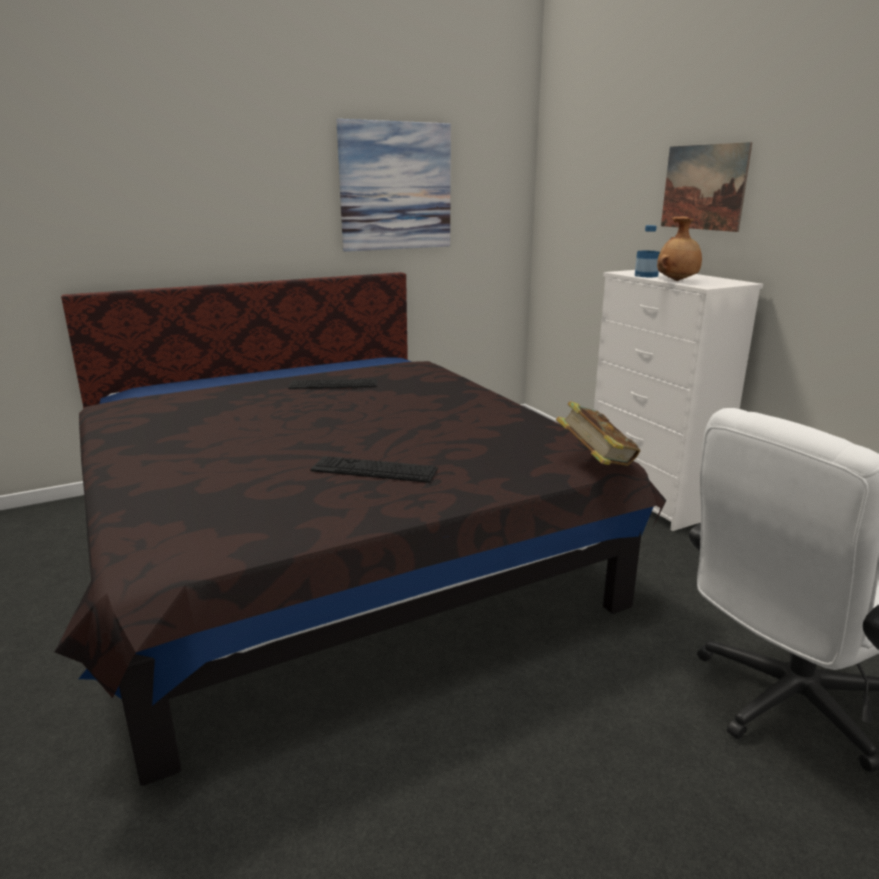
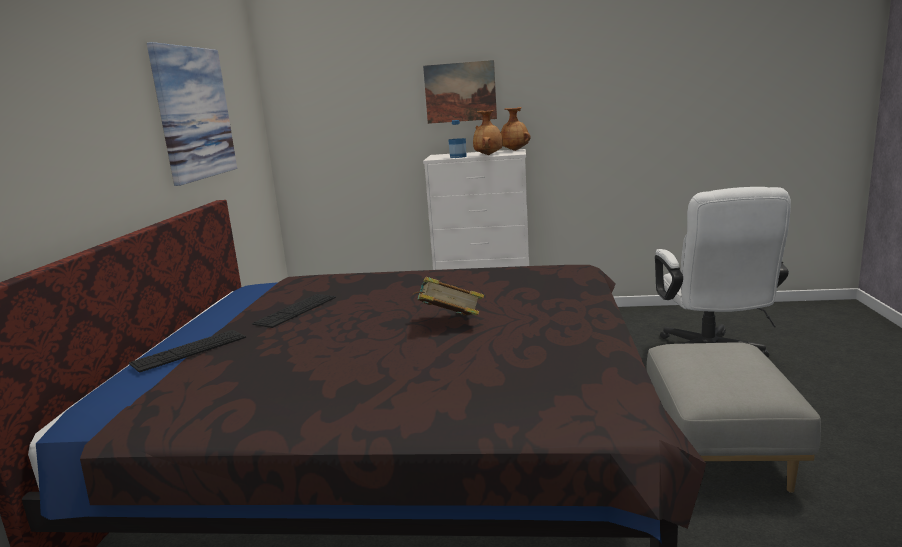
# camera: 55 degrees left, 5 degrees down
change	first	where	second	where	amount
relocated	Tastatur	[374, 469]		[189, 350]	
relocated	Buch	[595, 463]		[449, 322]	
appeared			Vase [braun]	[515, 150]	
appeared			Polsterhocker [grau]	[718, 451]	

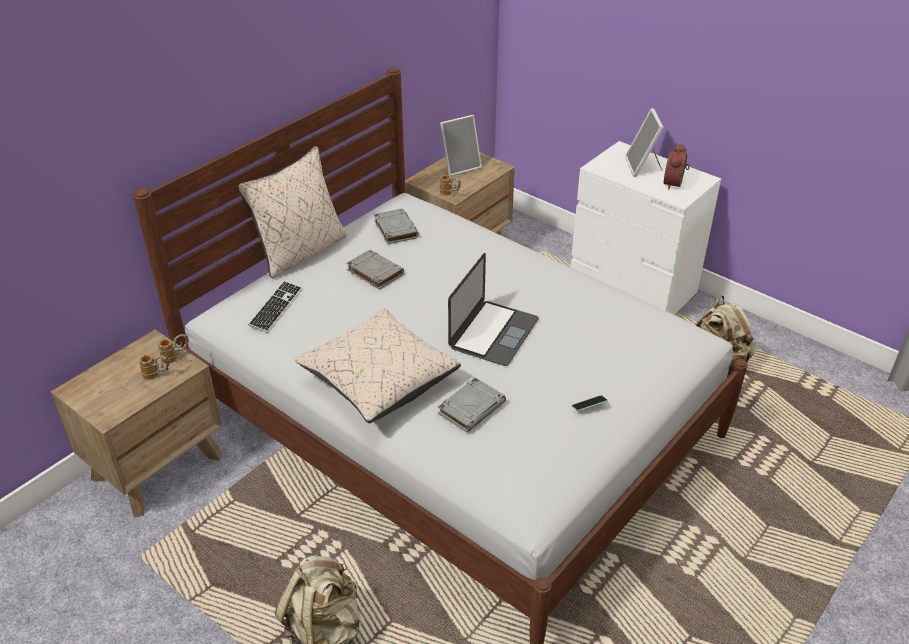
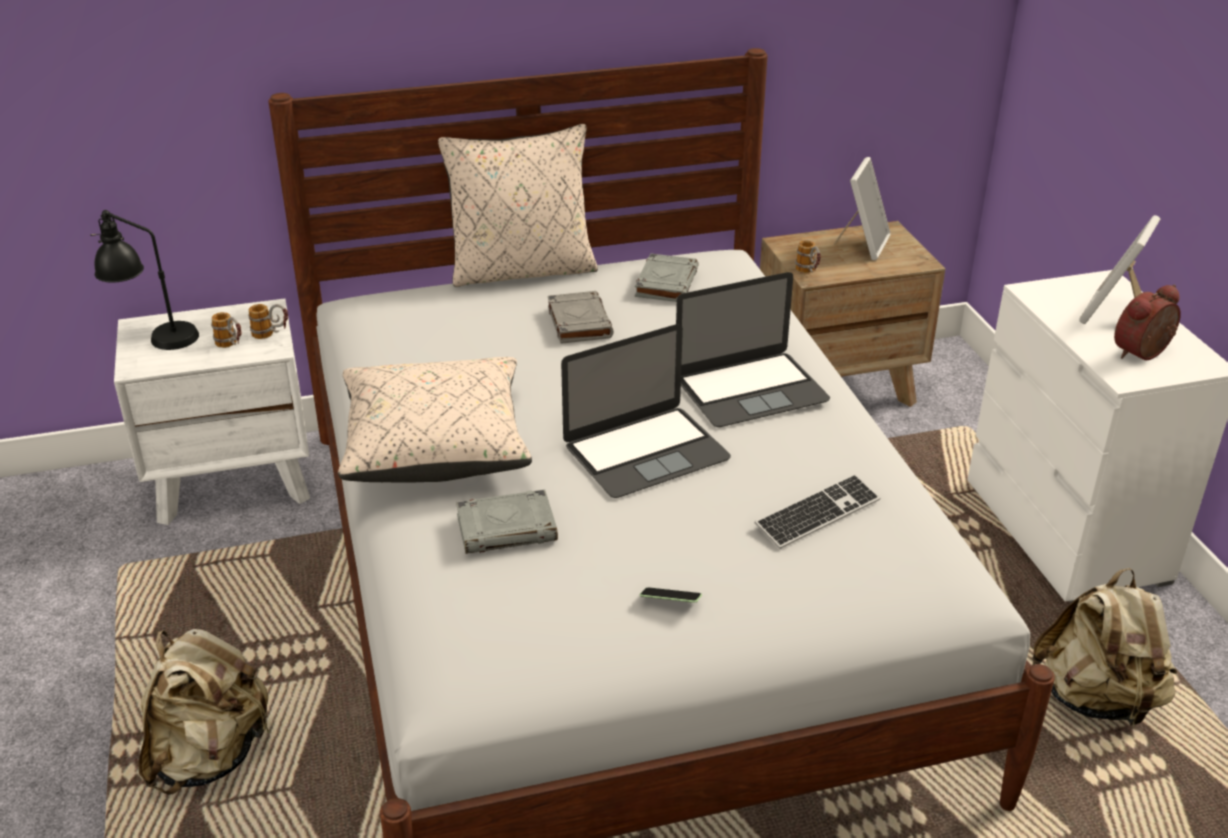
# camera: 35 degrees right, 5 degrees down
change	first	where	second	where	amount
appeared			Tischlampe [schwarz]	[154, 337]	
colour	Nachttisch [braun]	[157, 466]	Nachttisch [weiß]	[233, 480]	
appeared			Laptop	[751, 389]	
relocated	Tastatur	[276, 308]		[817, 514]	
spun	Bilderrahmen	[460, 166]		[862, 244]	75 degrees counterclockwise

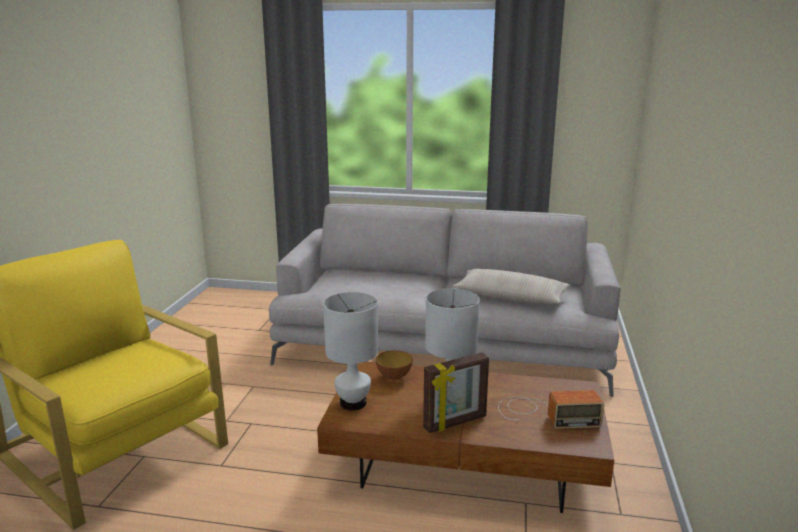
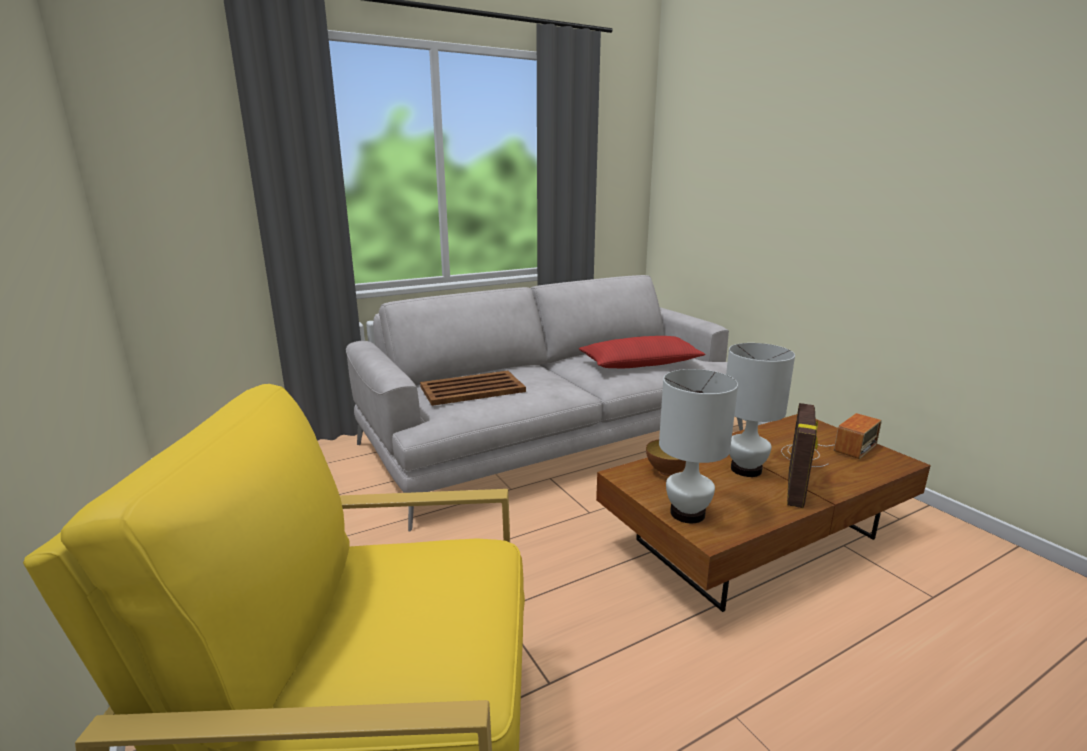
# camera: 40 degrees left, 0 degrees up
change	first	where	second	where	amount
appeared			Tablett [braun]	[473, 389]	
colour	Kissen [beige]	[510, 297]	Kissen [rot]	[640, 364]	

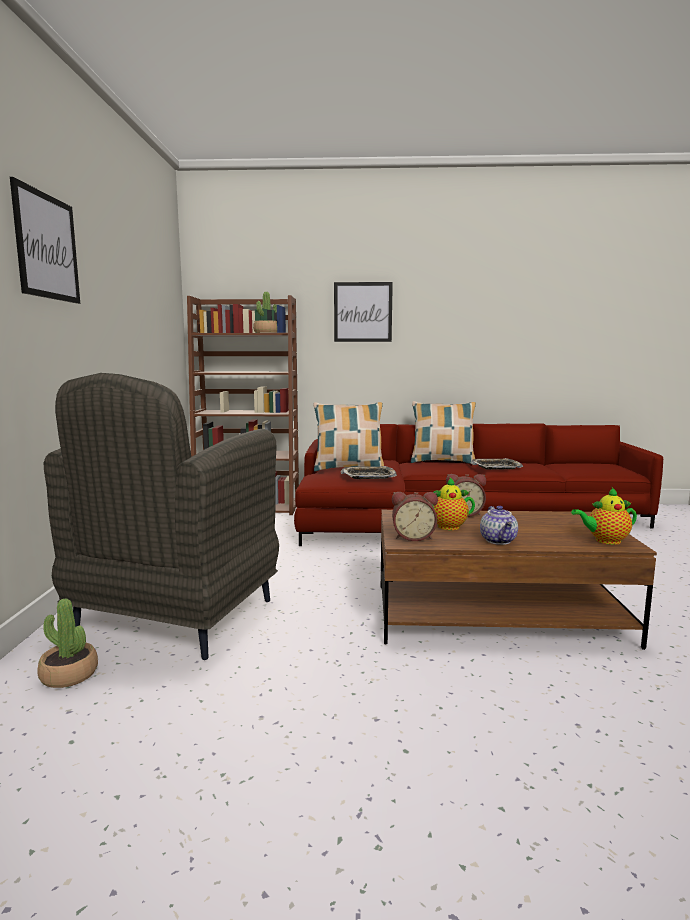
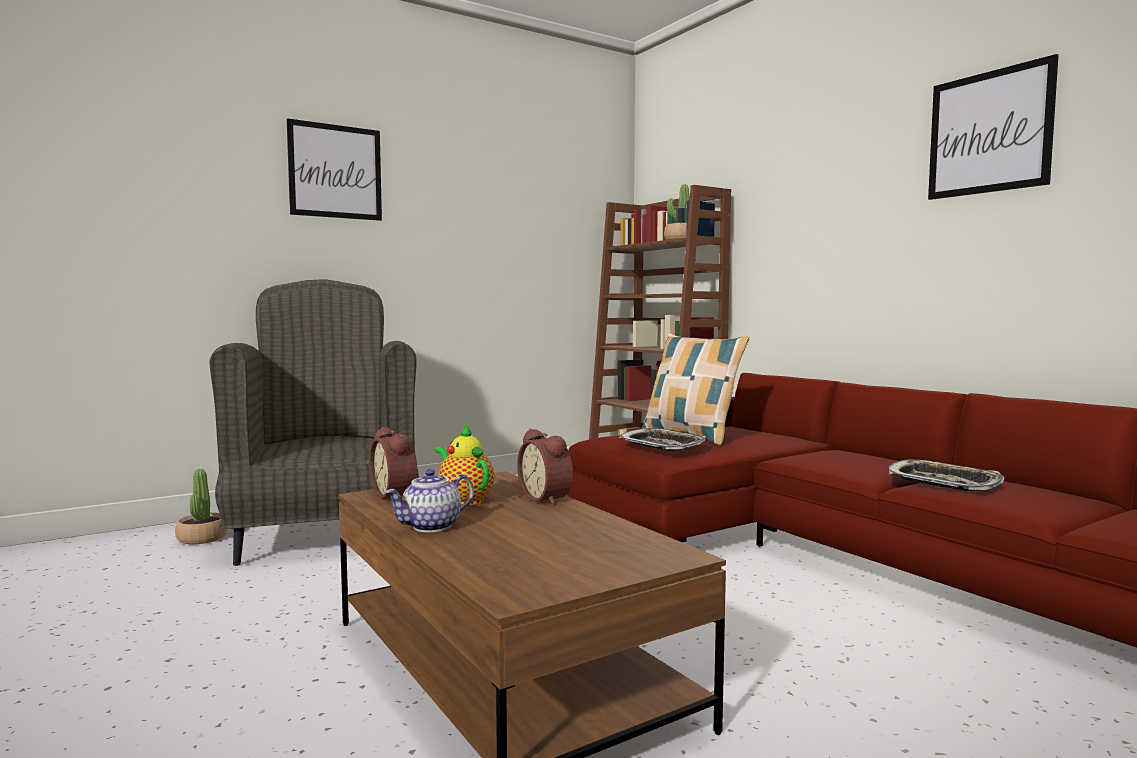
# camera: 55 degrees right, 5 degrees down
change	first	where	second	where	amount
spun	Sessel [grau]	[175, 618]		[327, 535]	90 degrees clockwise
relocated	Bild	[363, 312]		[989, 132]	
missing	Kissen	[442, 461]			
missing	Teekanne	[605, 540]			

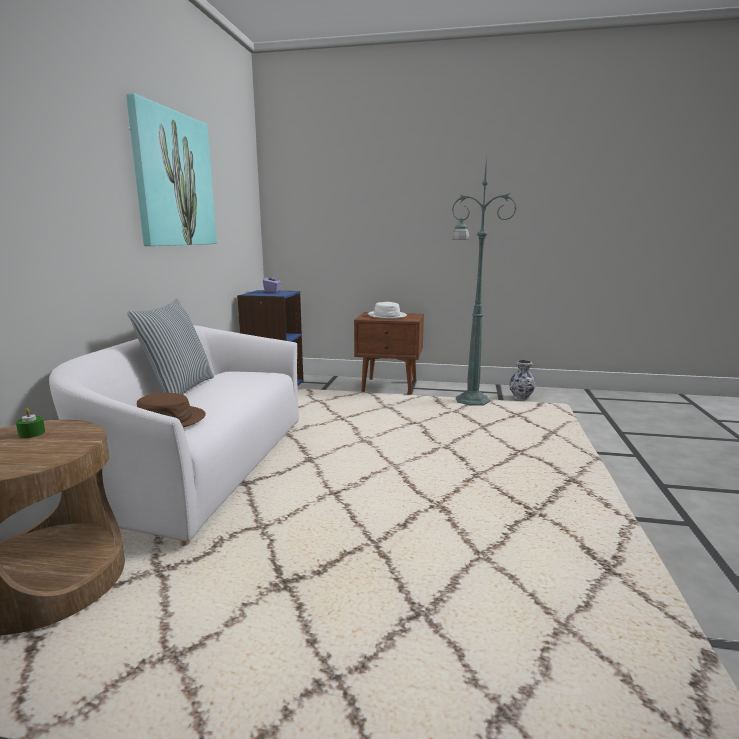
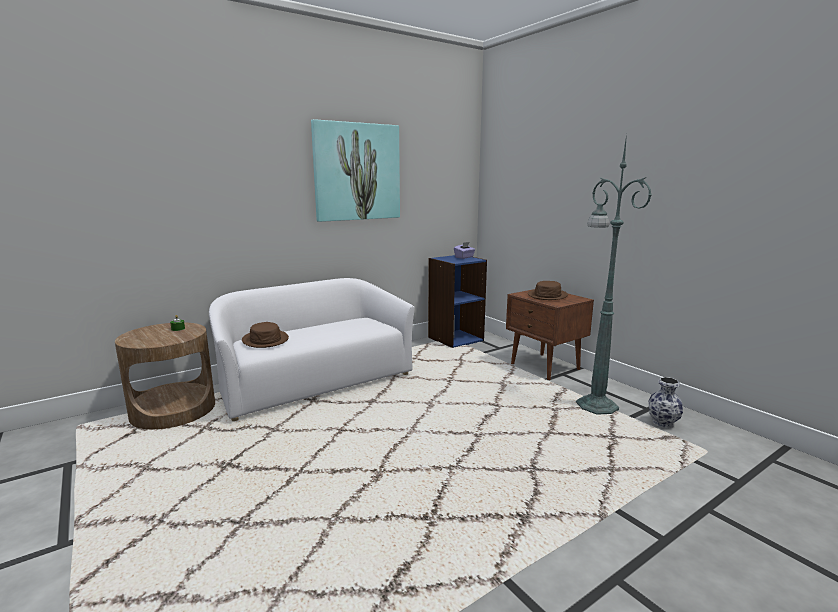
# camera: 45 degrees right, 0 degrees up
change	first	where	second	where	amount
colour	Hut [weiß]	[387, 316]	Hut [braun]	[547, 295]	
missing	Kissen	[179, 390]			

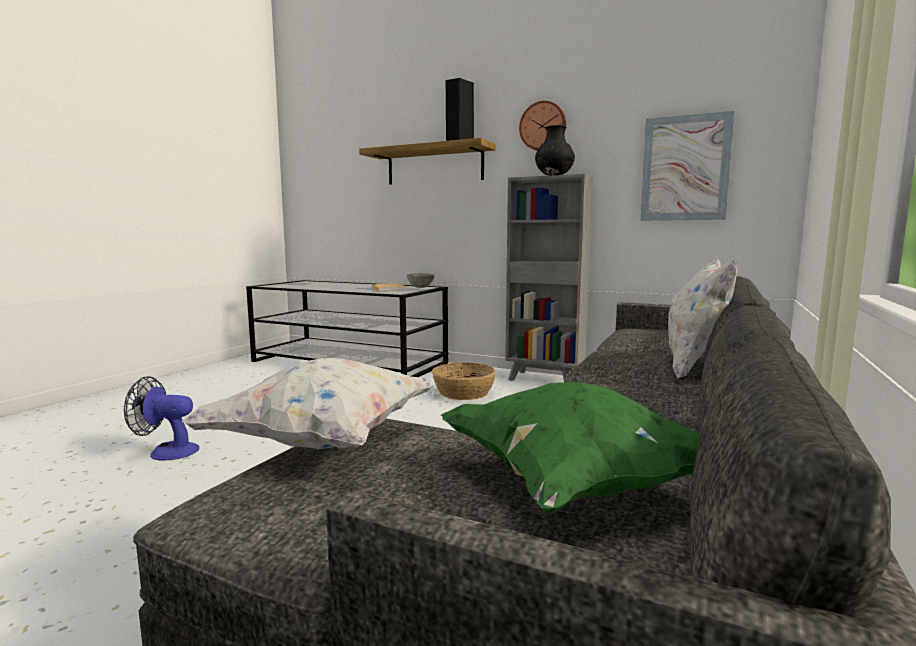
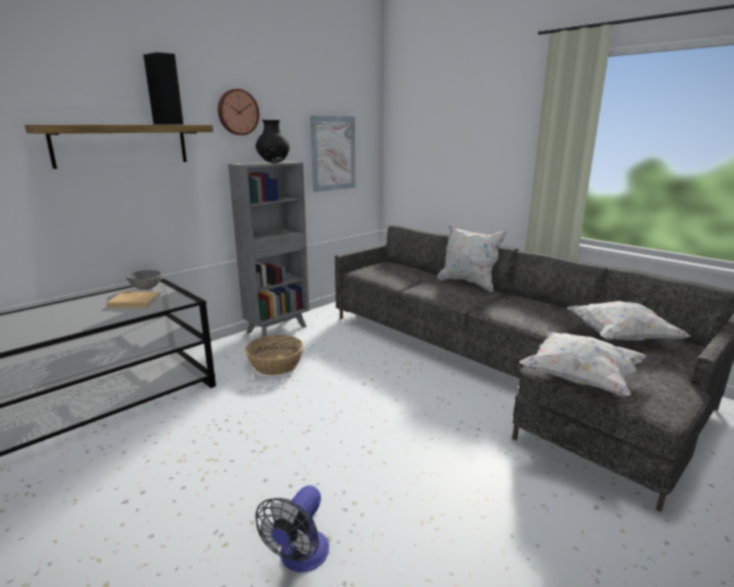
# camera: 70 degrees left, 10 degrees up
change	first	where	second	where	amount
colour	Kissen [grün]	[574, 483]	Kissen [weiß]	[620, 338]	

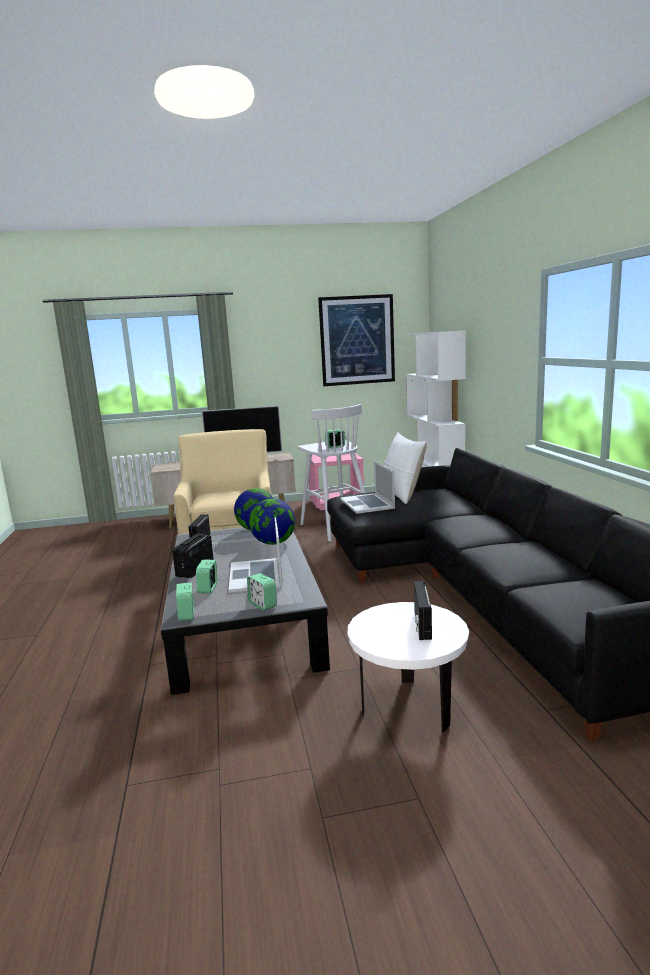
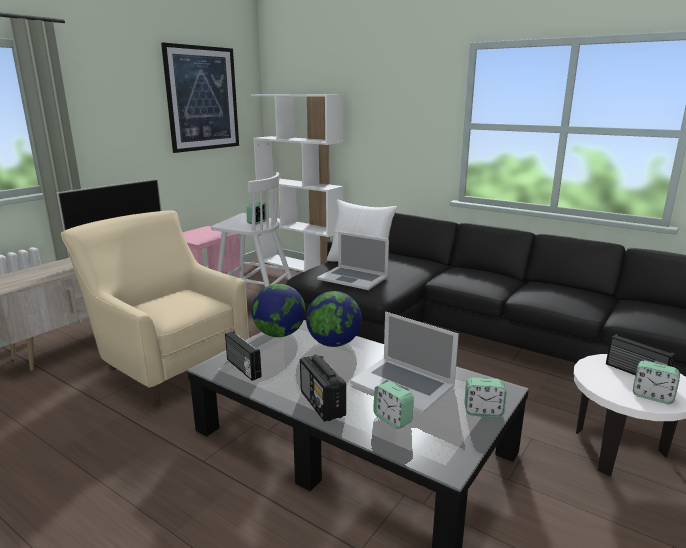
# camera: 45 degrees left, 5 degrees up
change	first	where	second	where	amount
relocated	Wecker	[186, 615]		[652, 396]	

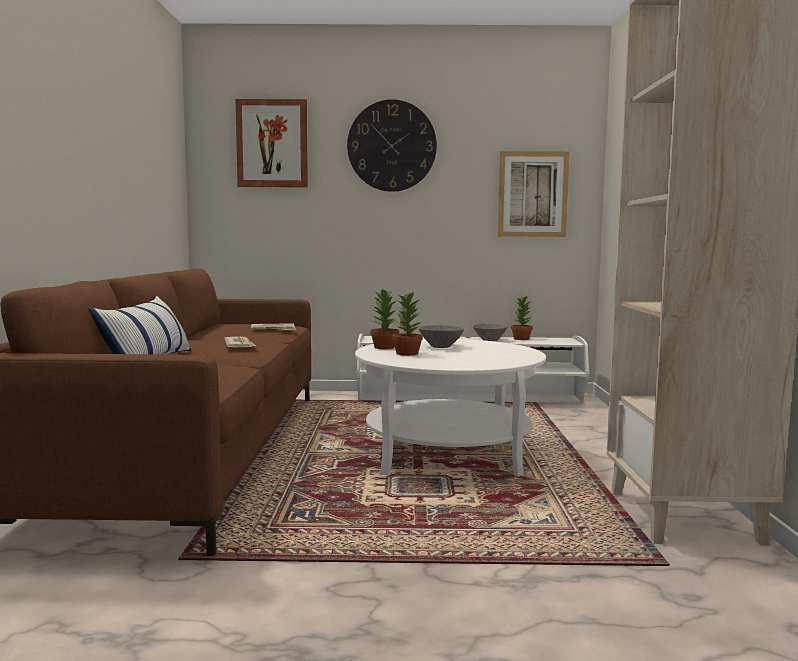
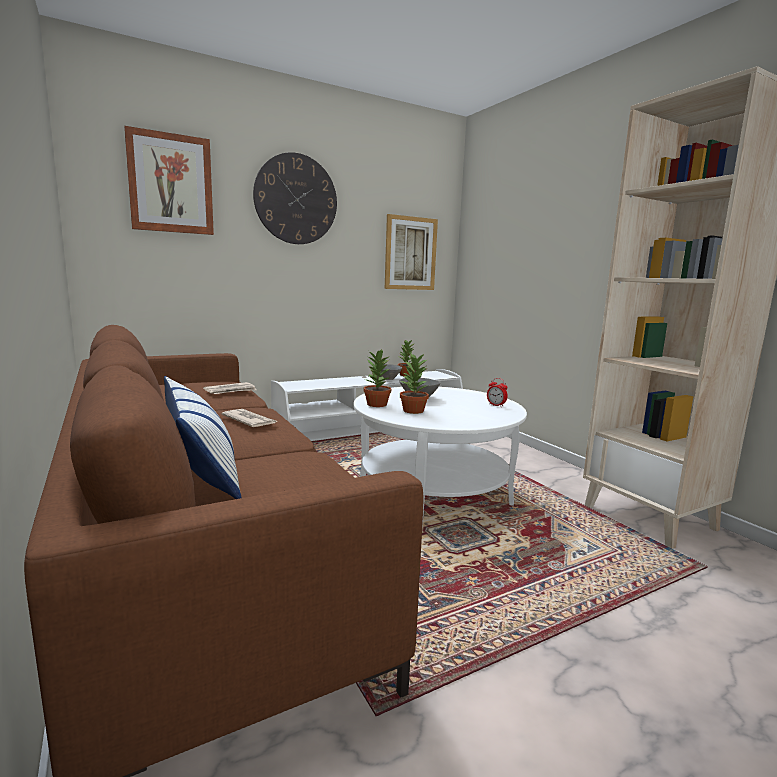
# camera: 30 degrees left, 5 degrees up
change	first	where	second	where	amount
appeared			Wecker	[496, 405]	

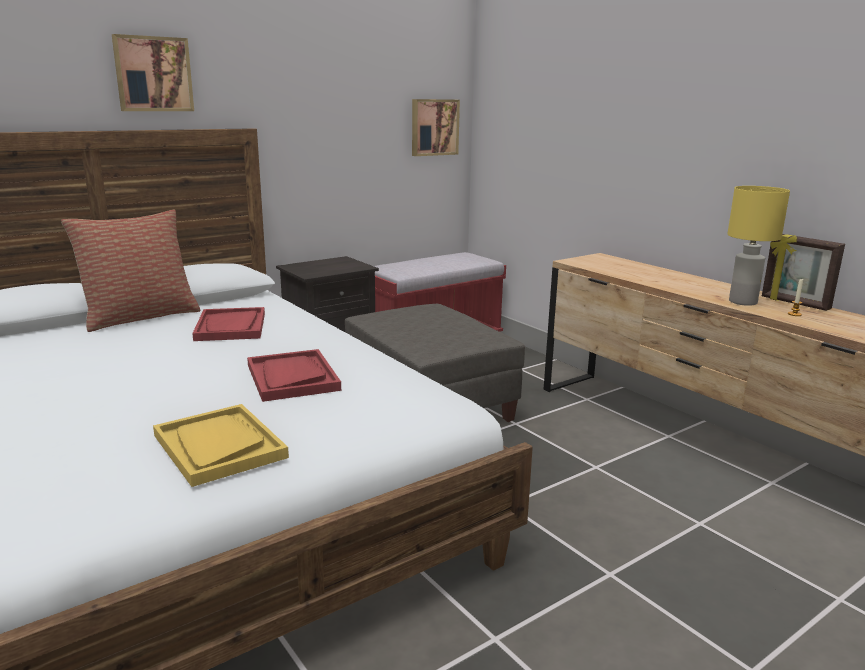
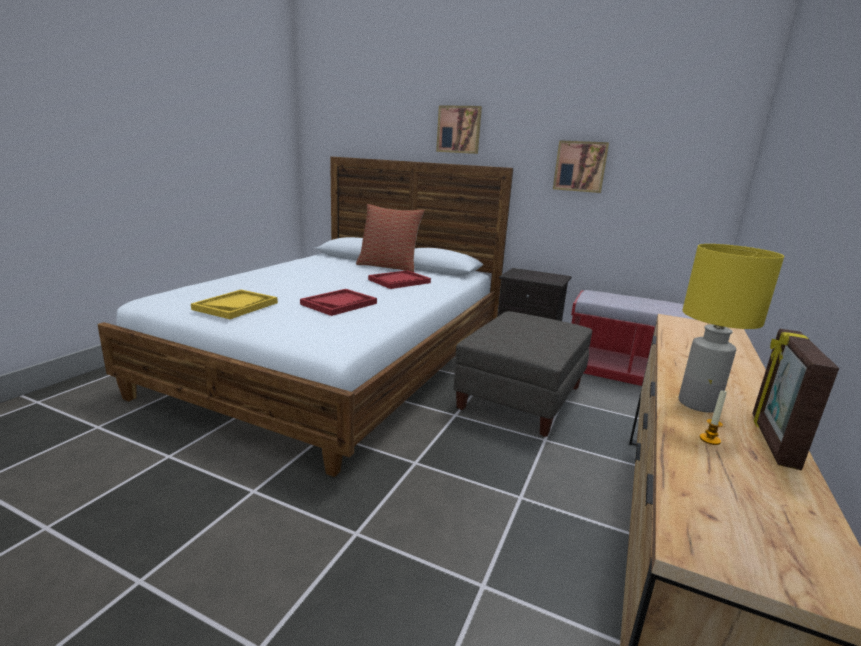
# camera: 60 degrees right, 0 degrees up
change	first	where	second	where	amount
relocated	Bild	[434, 127]		[580, 166]	

